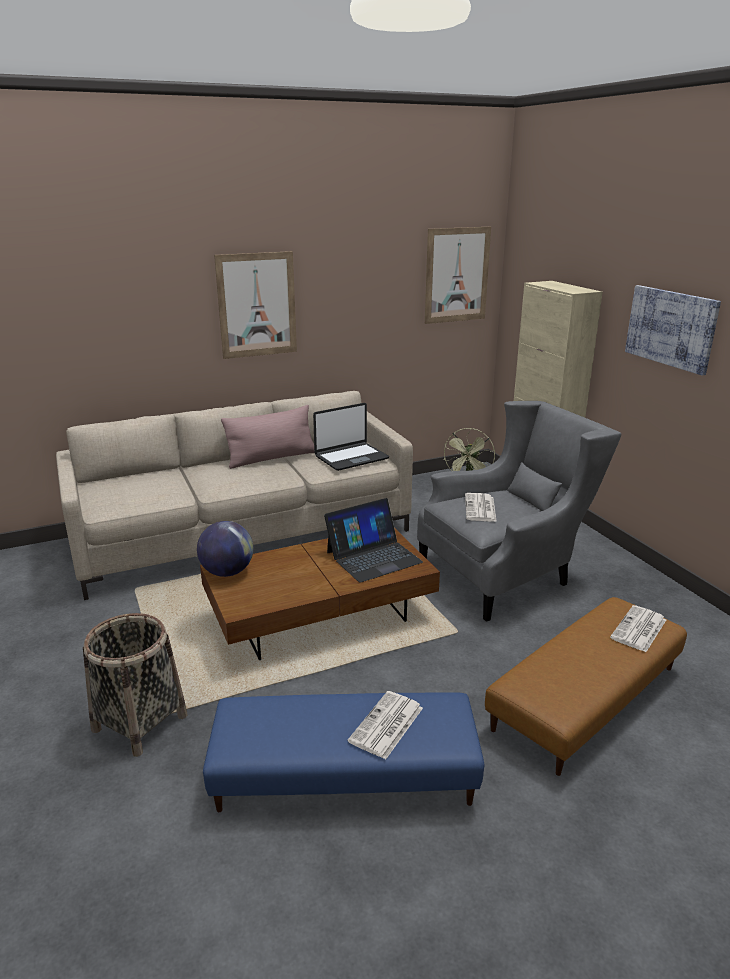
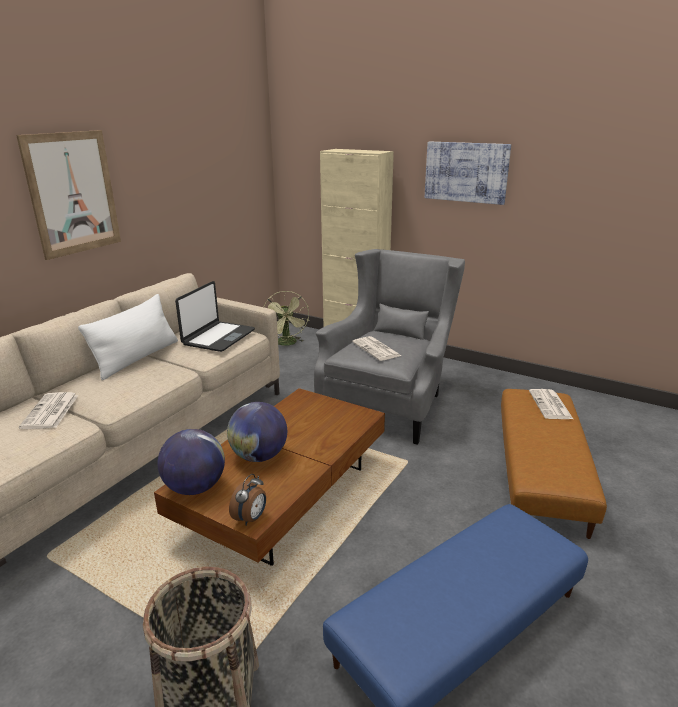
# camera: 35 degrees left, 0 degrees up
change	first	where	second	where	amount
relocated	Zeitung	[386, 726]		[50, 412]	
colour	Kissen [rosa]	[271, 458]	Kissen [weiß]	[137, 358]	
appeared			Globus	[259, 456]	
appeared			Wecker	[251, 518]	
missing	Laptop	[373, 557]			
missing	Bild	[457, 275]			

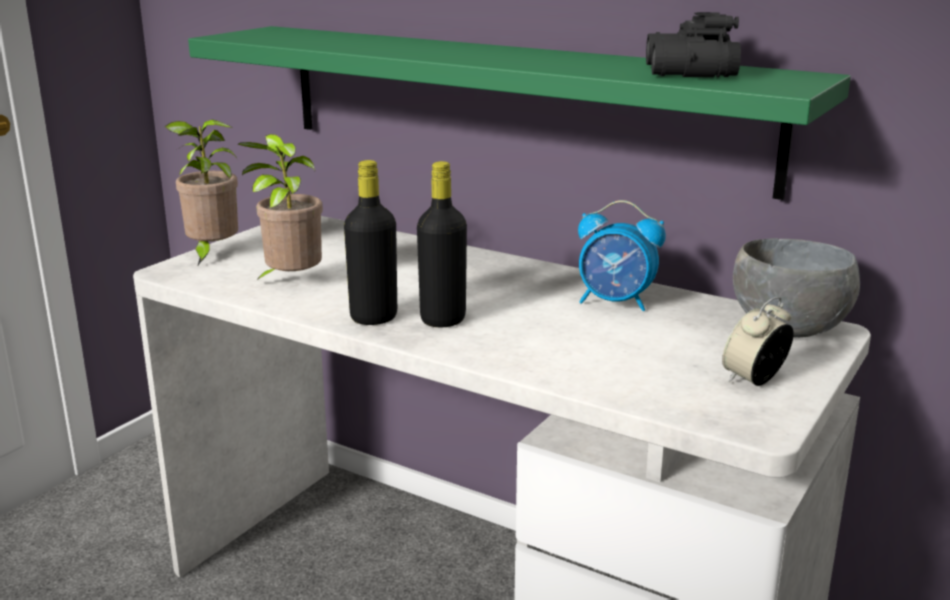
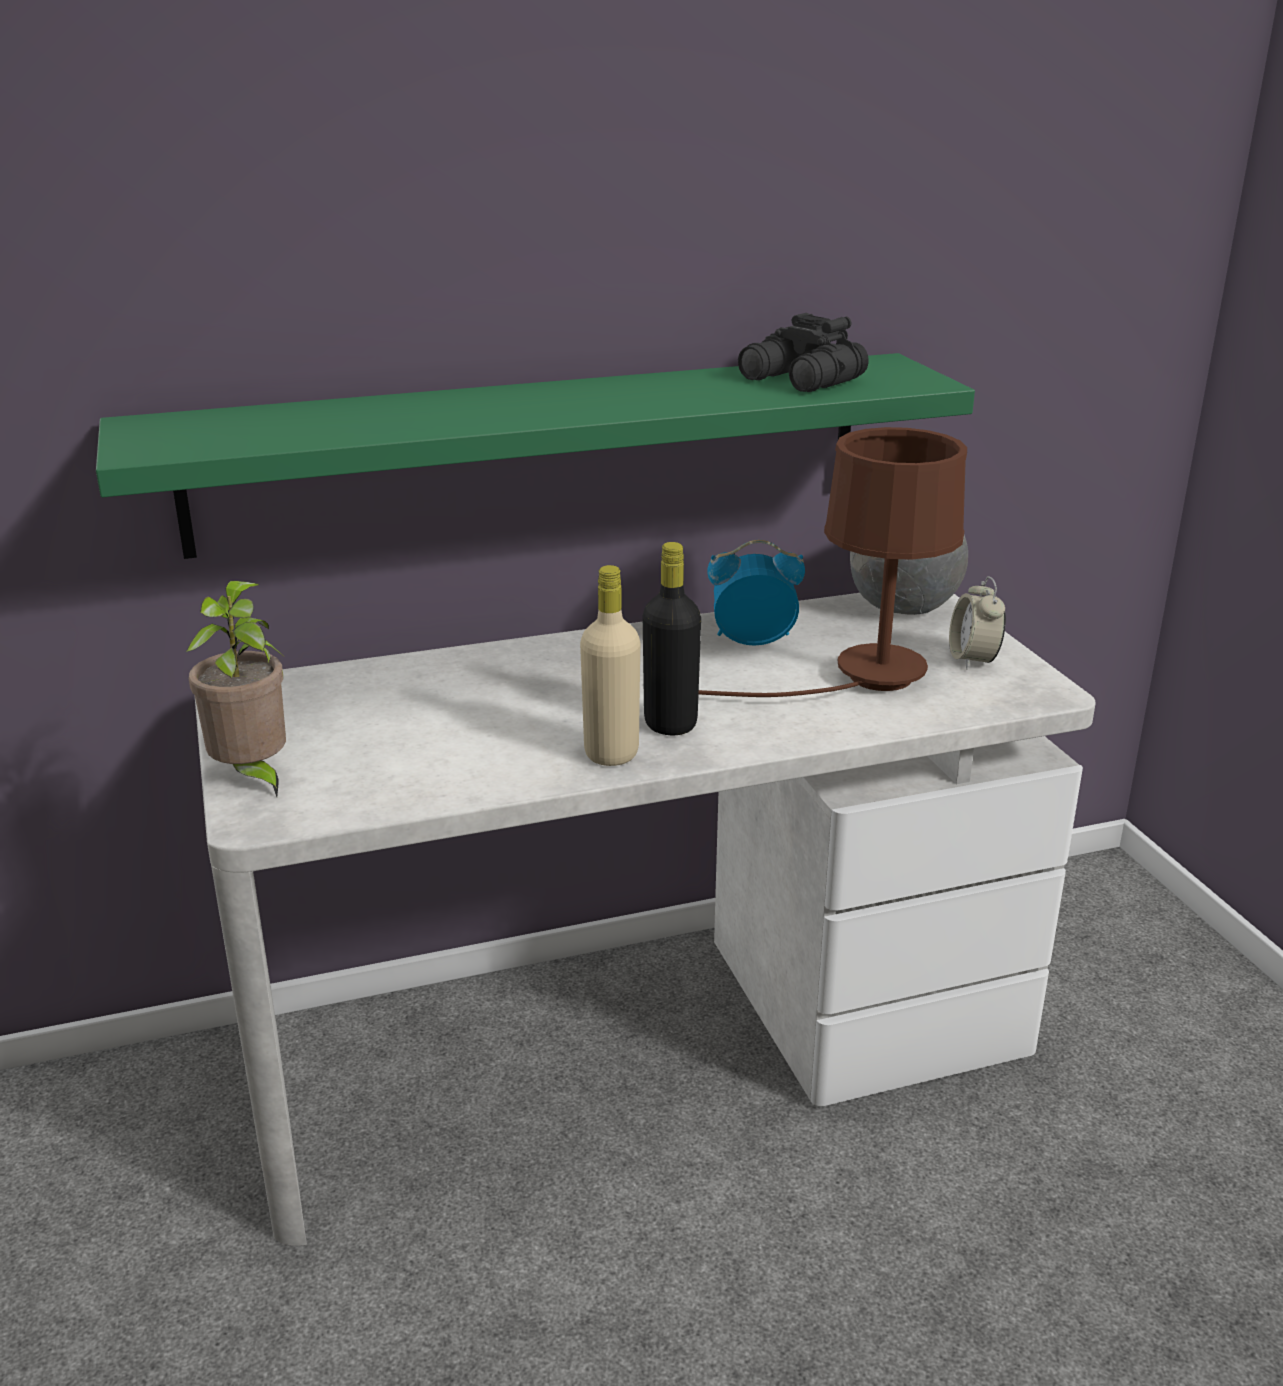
# camera: 50 degrees left, 5 degrees up
change	first	where	second	where	amount
colour	Flasche [schwarz]	[373, 317]	Flasche [beige]	[611, 753]	
appeared			Tischlampe [braun]	[856, 681]	
spun	Wecker	[616, 303]		[752, 641]	150 degrees counterclockwise
missing	Topfpflanze	[290, 283]			

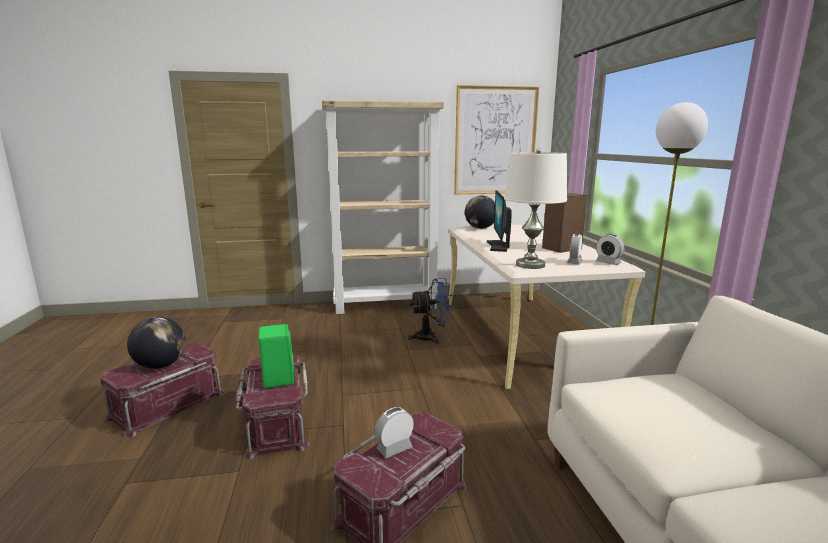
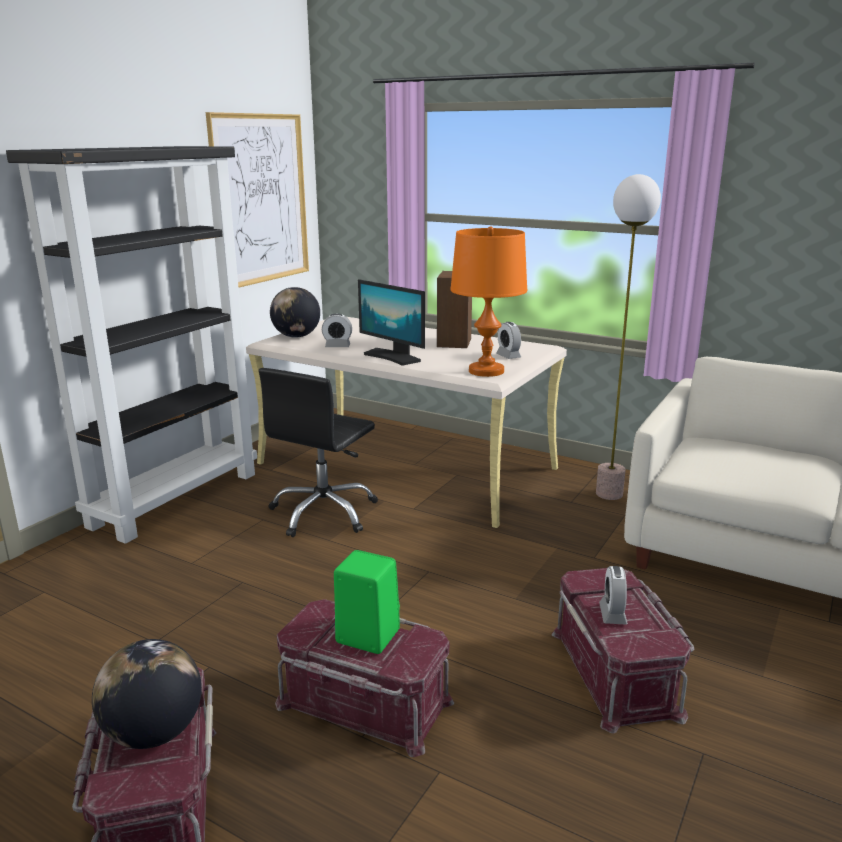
# camera: 50 degrees left, 5 degrees up
change	first	where	second	where	amount
colour	Bücherregal [beige]	[386, 305]	Bücherregal [schwarz]	[175, 498]	
exchanged	Ventilator [blau]	[431, 337]	Bürostuhl [schwarz]	[324, 513]	
relocated	Wecker	[608, 263]		[337, 346]	
colour	Tischlampe [weiß]	[530, 265]	Tischlampe [orange]	[486, 371]	

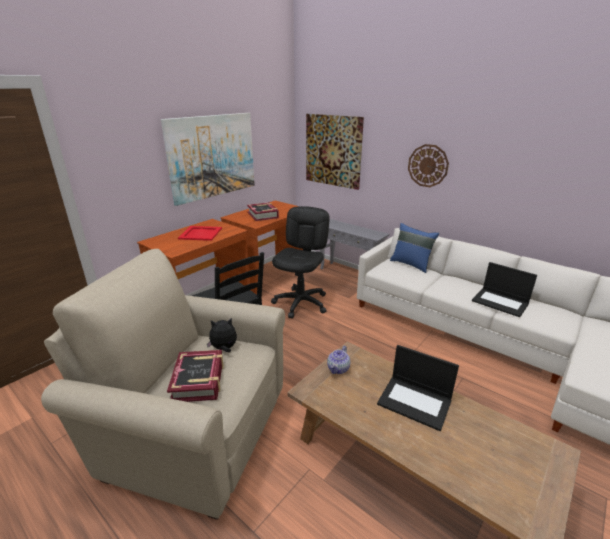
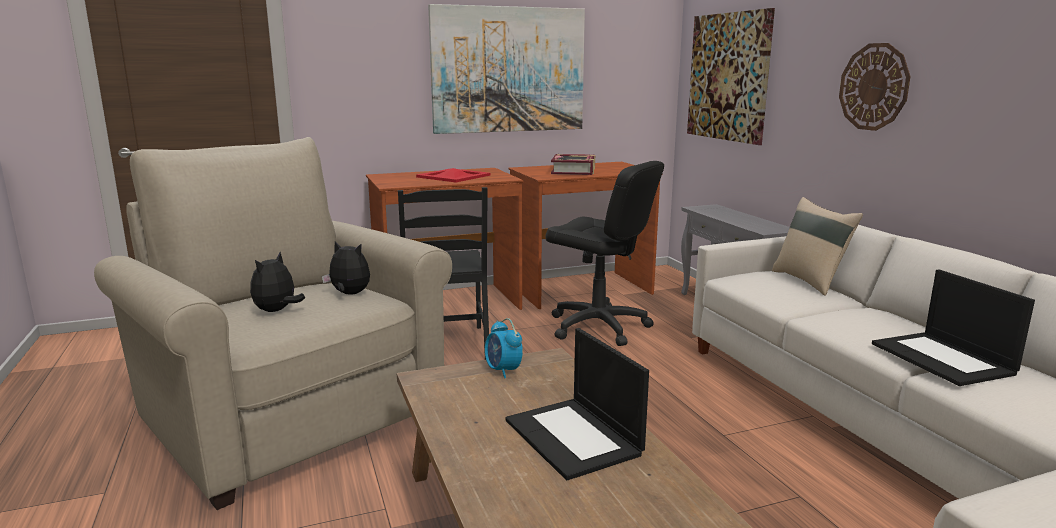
# camera: 30 degrees right, 10 degrees down
change	first	where	second	where	amount
exchanged	Buch	[199, 380]	Plüschtier	[277, 311]	
exchanged	Teekanne	[338, 369]	Wecker	[503, 371]	
spun	Bürostuhl [schwarz]	[301, 303]		[598, 327]	75 degrees clockwise
colour	Kissen [blau]	[411, 264]	Kissen [beige]	[810, 281]	

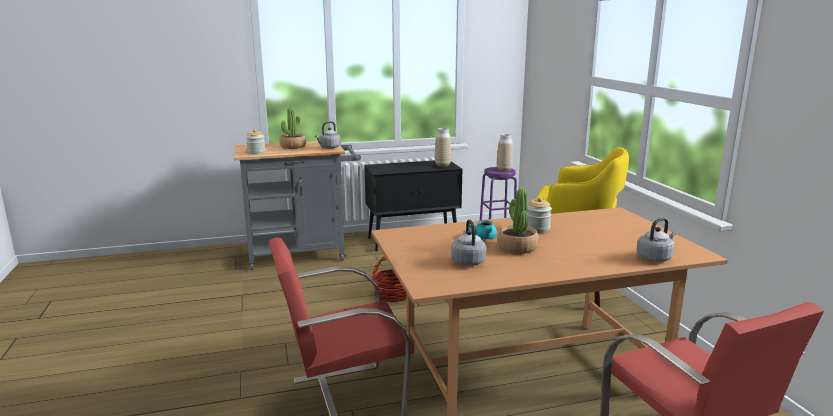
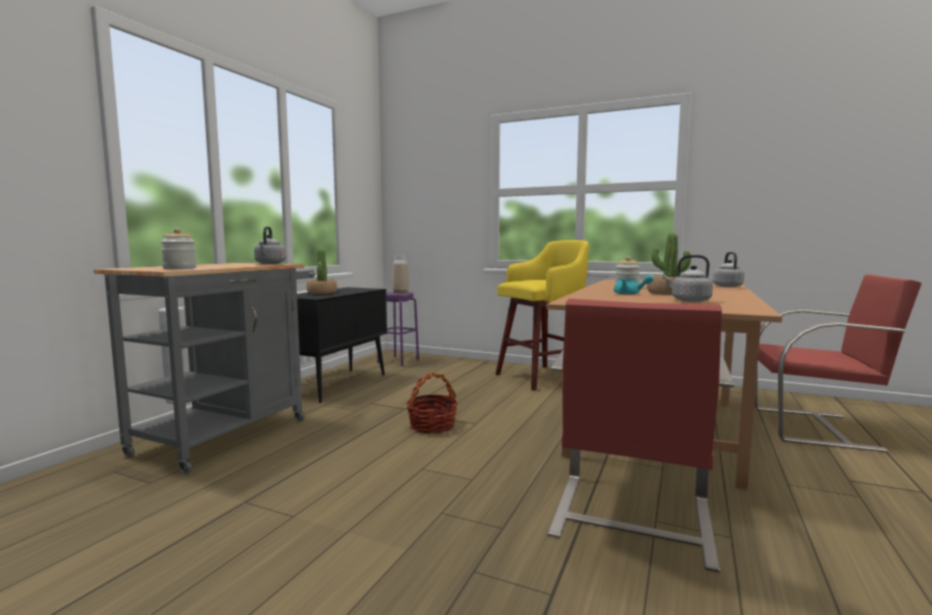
# camera: 50 degrees left, 10 degrees down
change	first	where	second	where	amount
relocated	Topfpflanze	[293, 146]		[322, 292]	
missing	Vase	[442, 165]			

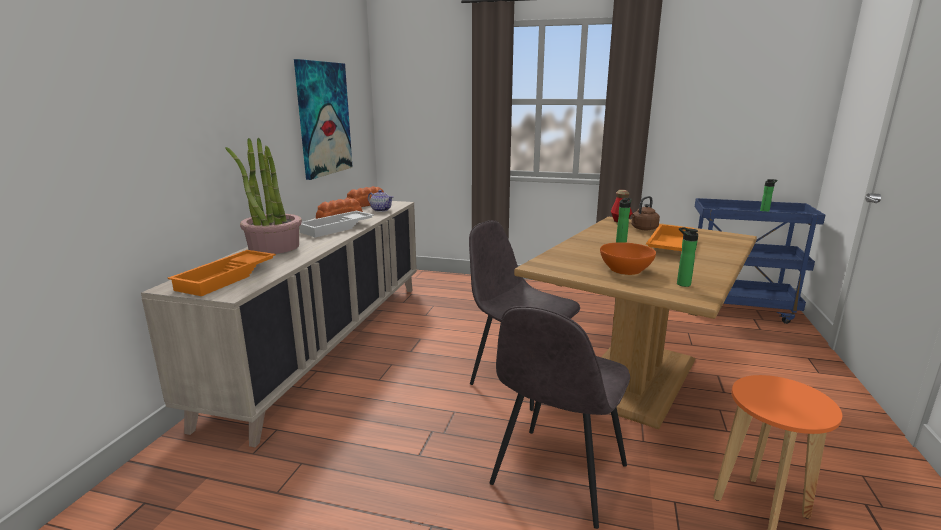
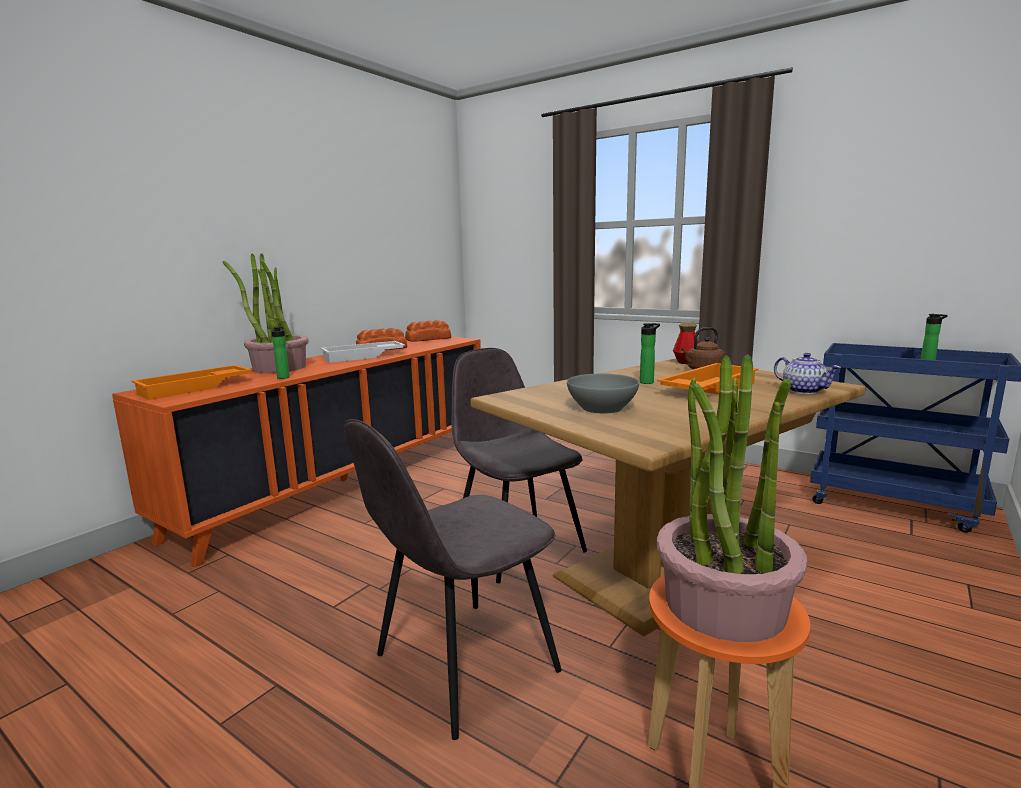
# camera: 20 degrees right, 5 degrees down
change	first	where	second	where	amount
colour	Schrank [beige]	[327, 343]	Schrank [orange]	[347, 481]	
relocated	Flasche	[681, 283]		[284, 377]	
colour	Schüssel [orange]	[625, 270]	Schüssel [grau]	[602, 408]	
appeared			Topfpflanze	[724, 605]	
relocated	Teekanne	[381, 210]		[803, 391]	
missing	Bild	[324, 119]			

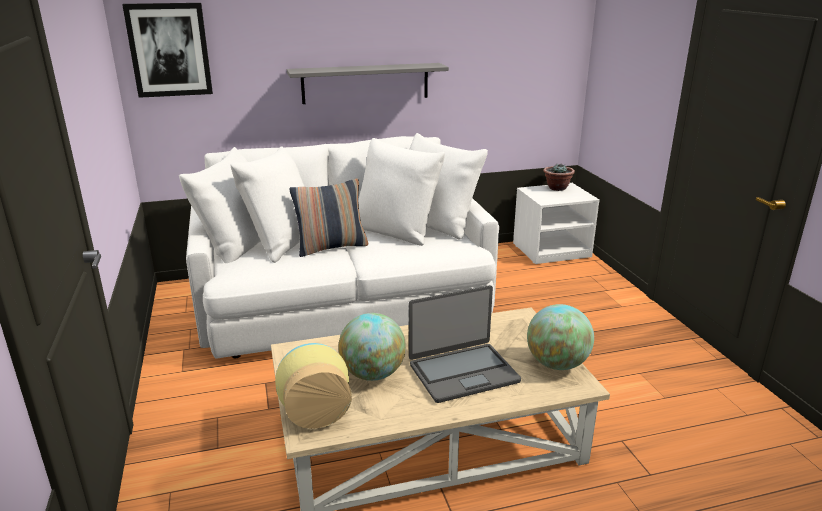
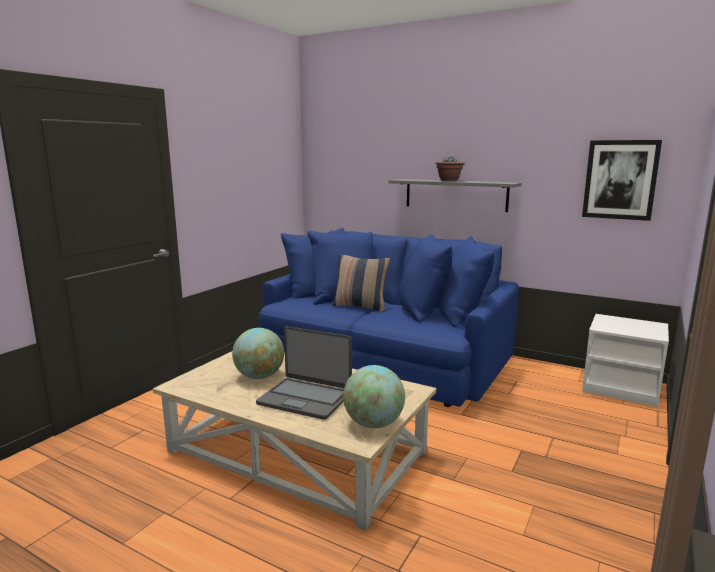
# camera: 45 degrees right, 10 degrees down
change	first	where	second	where	amount
colour	Sofa [weiß]	[344, 300]	Sofa [blau]	[386, 360]	
relocated	Topfpflanze	[557, 188]		[449, 180]	
relocated	Bild	[169, 50]		[620, 179]	
missing	Vase	[315, 409]			

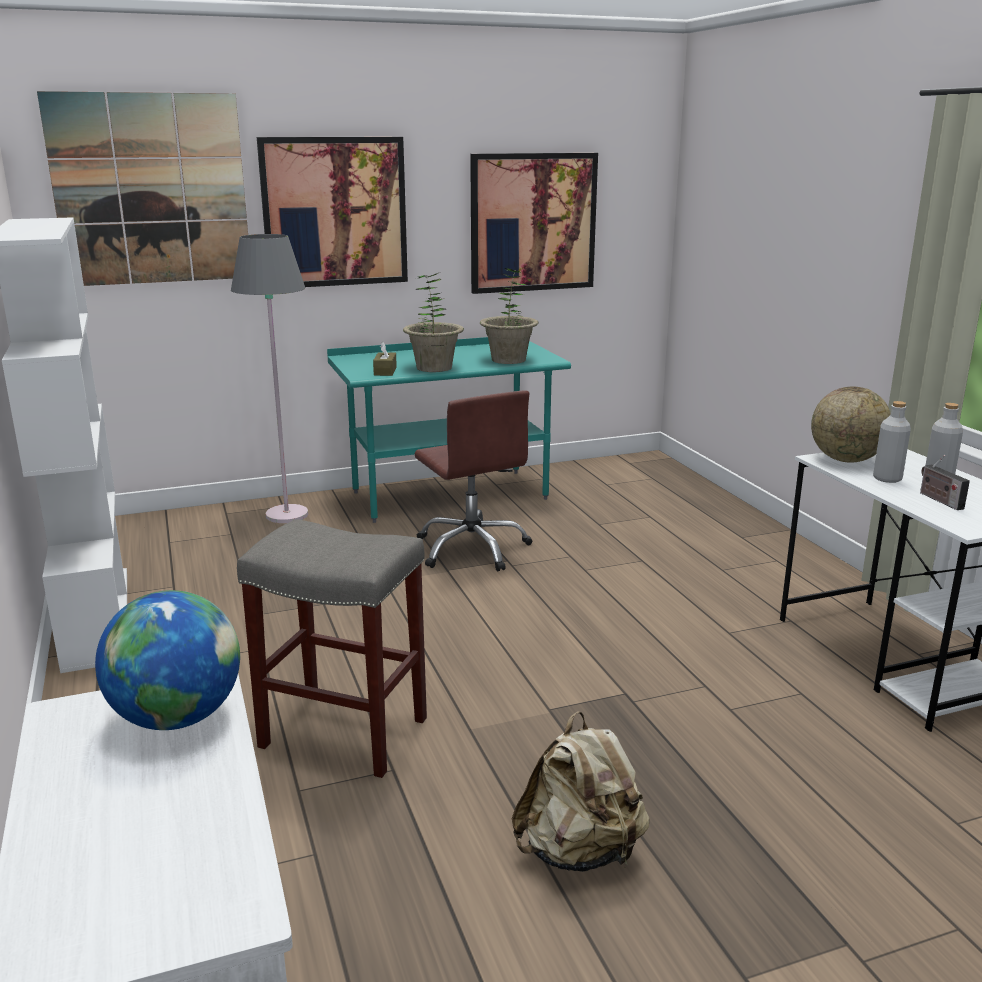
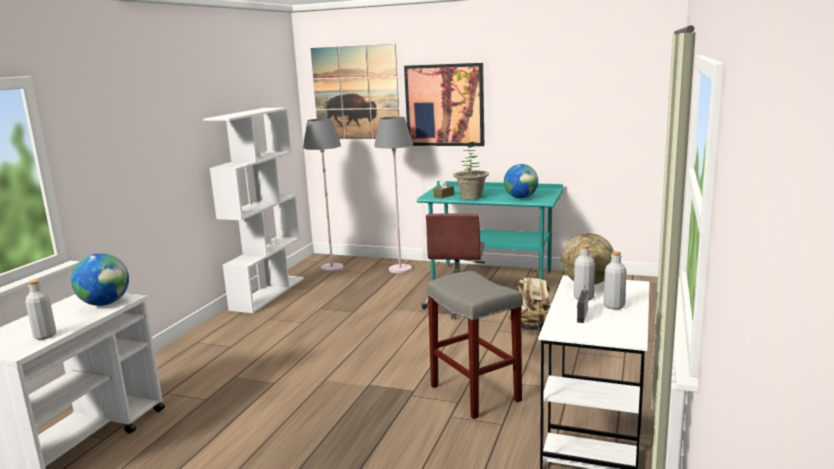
# camera: 40 degrees right, 5 degrees down
change	first	where	second	where	amount
appeared			Flasche [grau]	[45, 336]	
appeared			Stehlampe [grau]	[332, 268]	
relocated	Hocker [grau]	[341, 733]		[474, 393]	
exchanged	Topfpflanze	[508, 360]	Globus	[521, 198]	
relocated	Rucksack [beige]	[580, 852]		[533, 328]	
missing	Bild	[533, 222]			

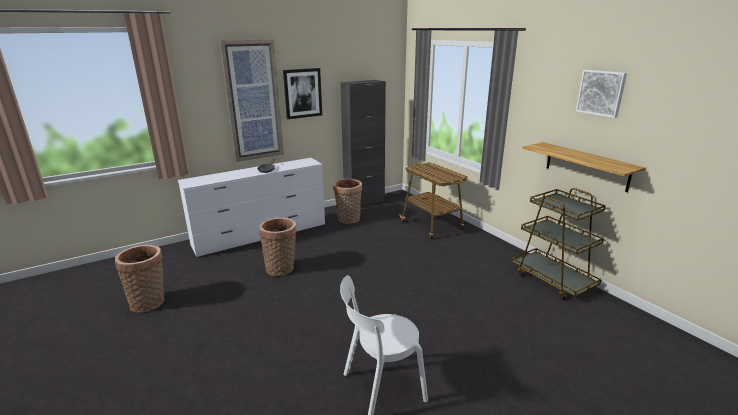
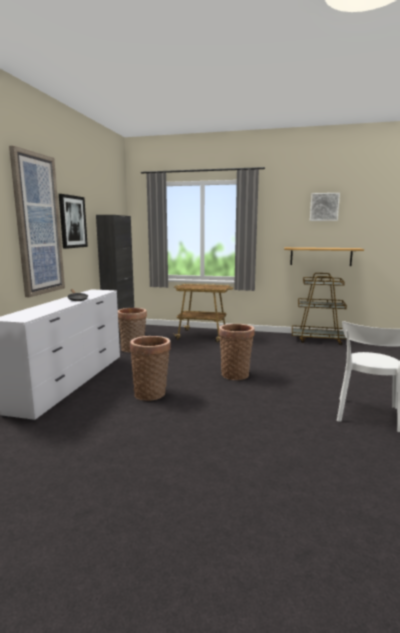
# camera: 45 degrees left, 10 degrees down
change	first	where	second	where	amount
relocated	Korb	[150, 302]		[235, 374]	

